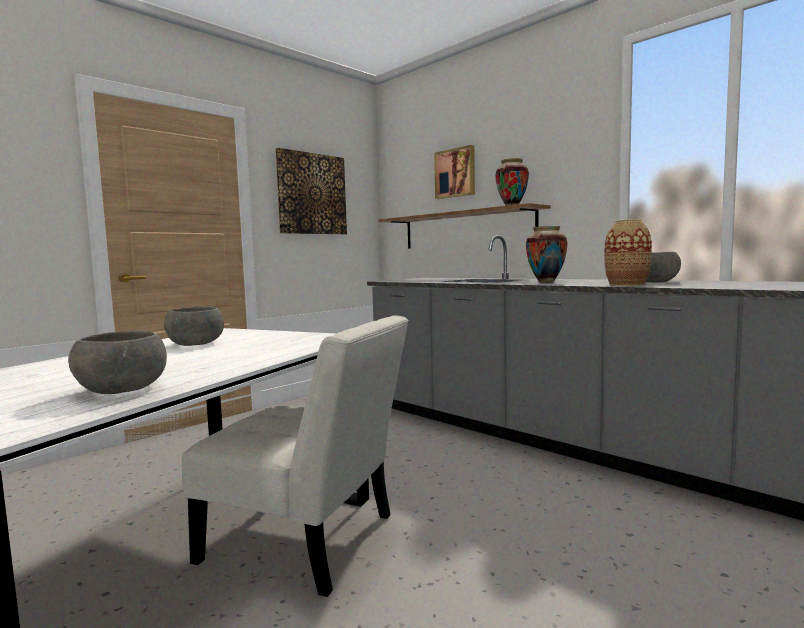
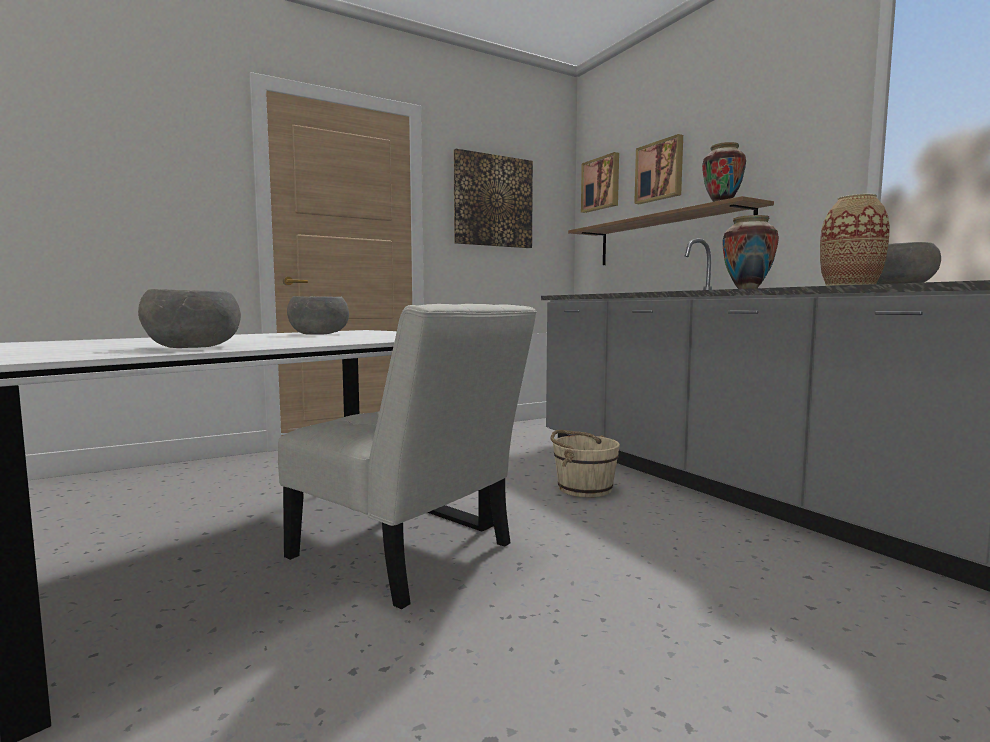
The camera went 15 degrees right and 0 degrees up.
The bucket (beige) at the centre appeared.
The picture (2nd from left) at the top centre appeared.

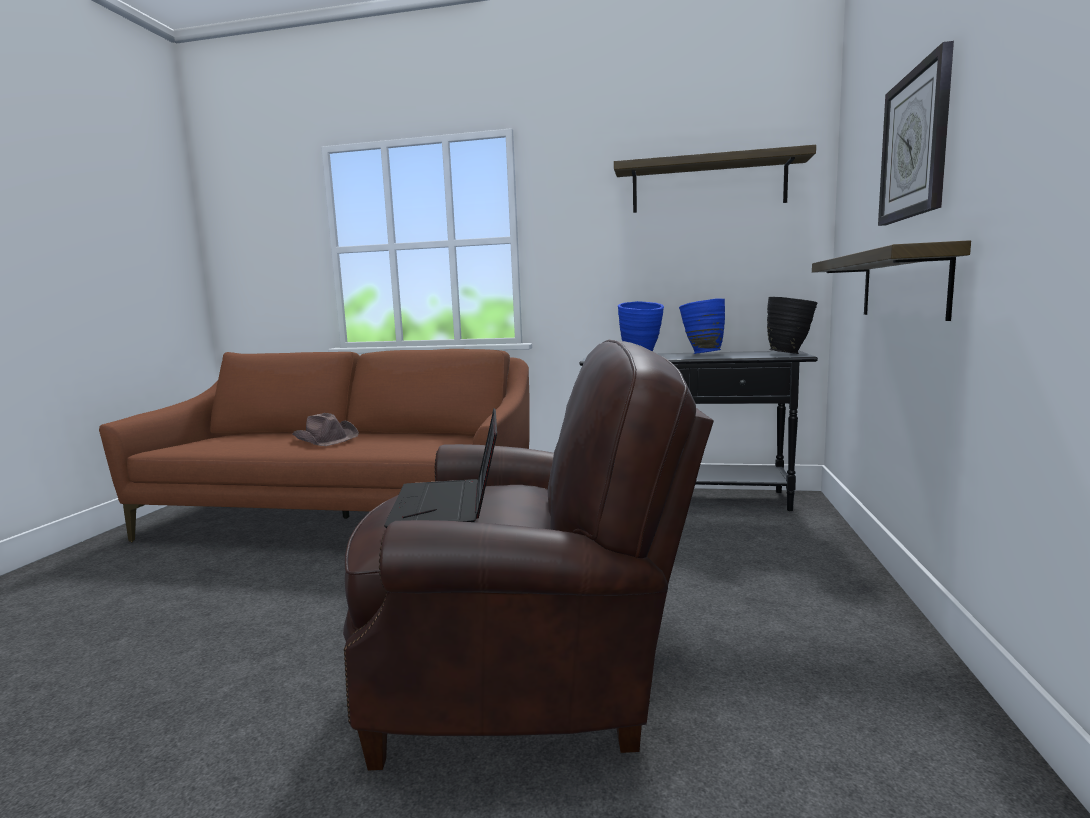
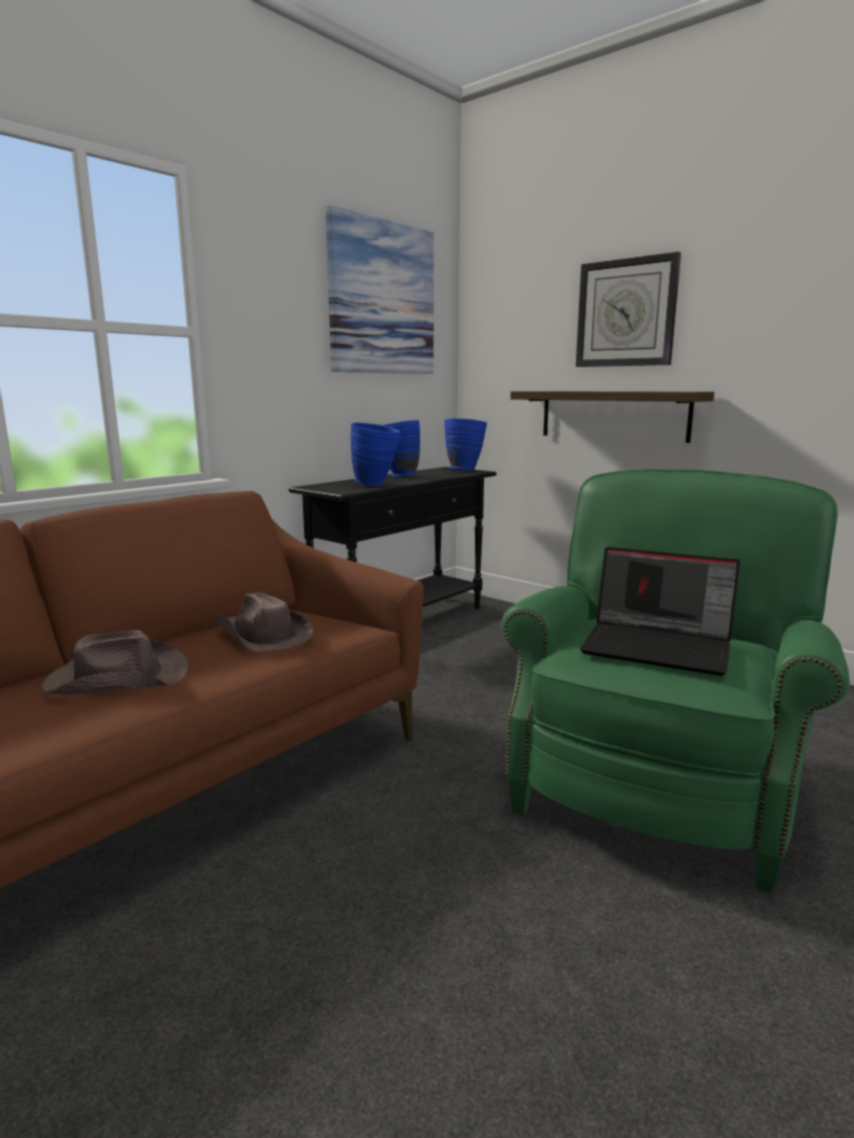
The camera went 60 degrees left and 5 degrees up.
The hat (brown) (2nd from left) at the middle left appeared.
The shelf (1st from left) at the top centre was replaced by the picture at the top centre.
The vase (black) at the middle right became the vase (blue) (3rd from left) at the centre.
The armchair (brown) at the bottom centre became the armchair (green) at the middle right.

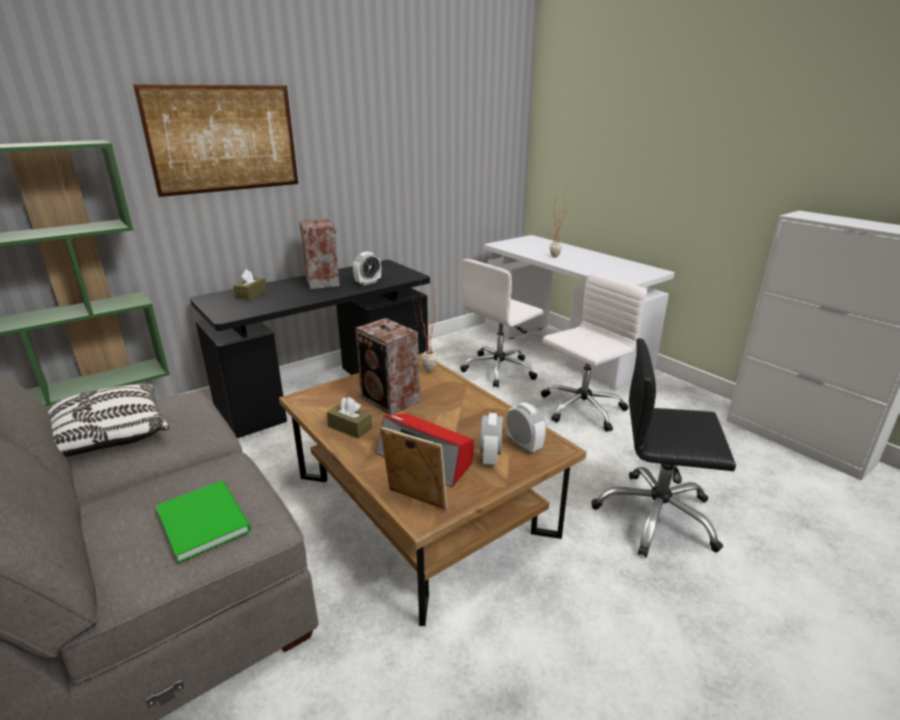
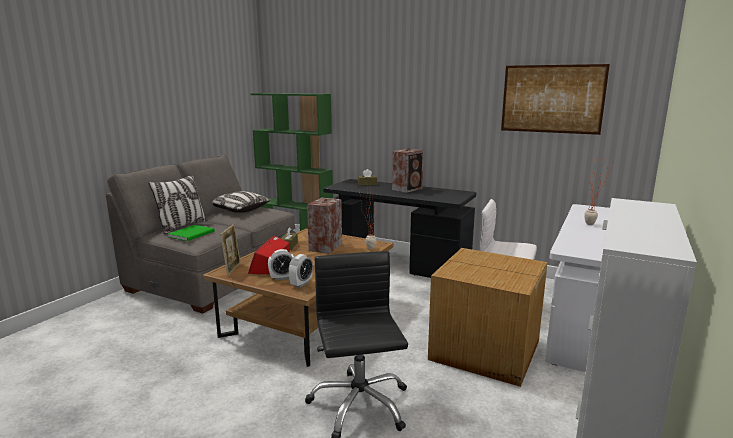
The camera went 65 degrees right and 10 degrees down.
The pillow (1st from left) at the middle left appeared.
The office chair (white) (2nd from left) at the centre was replaced by the cardboard box at the bottom centre.
The picture moved from the top left to the top right.
The alarm clock (1st from left) at the centre disappeared.

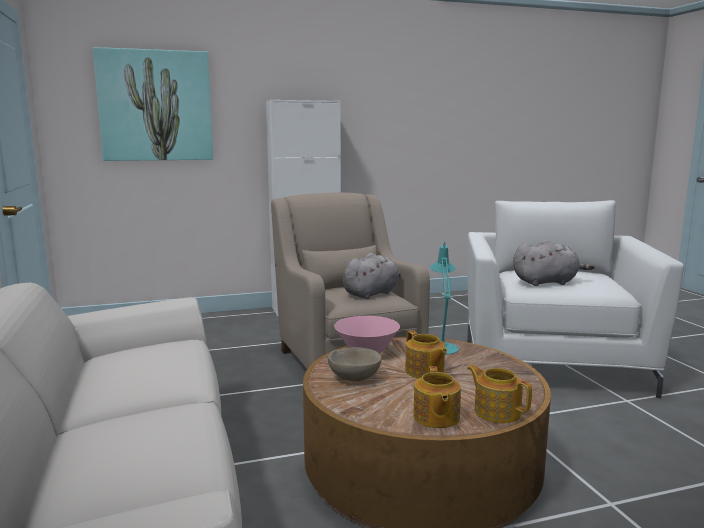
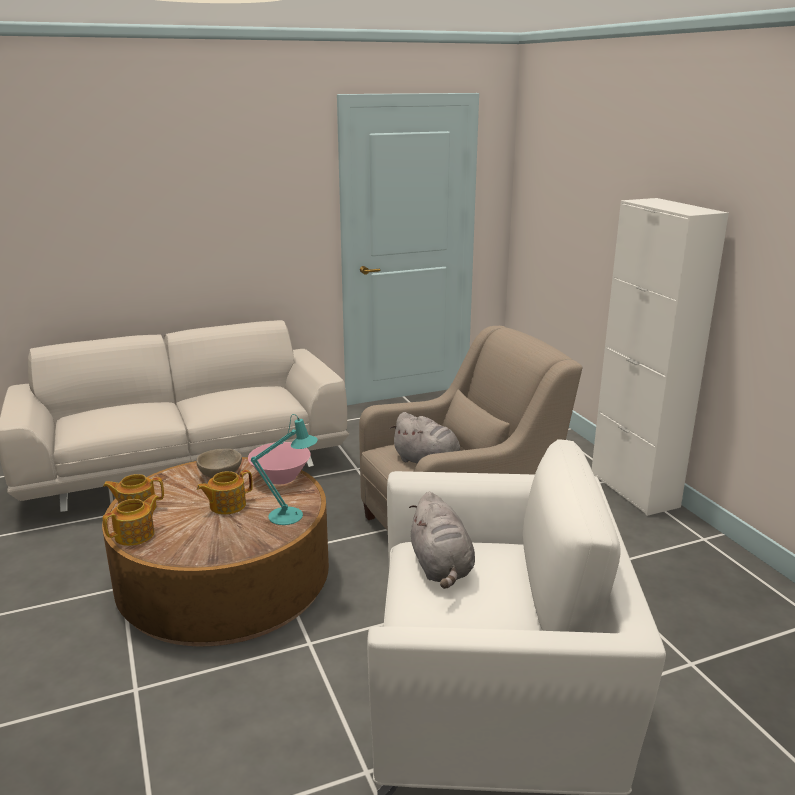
The camera went 85 degrees right and 10 degrees up.
The picture at the top left disappeared.

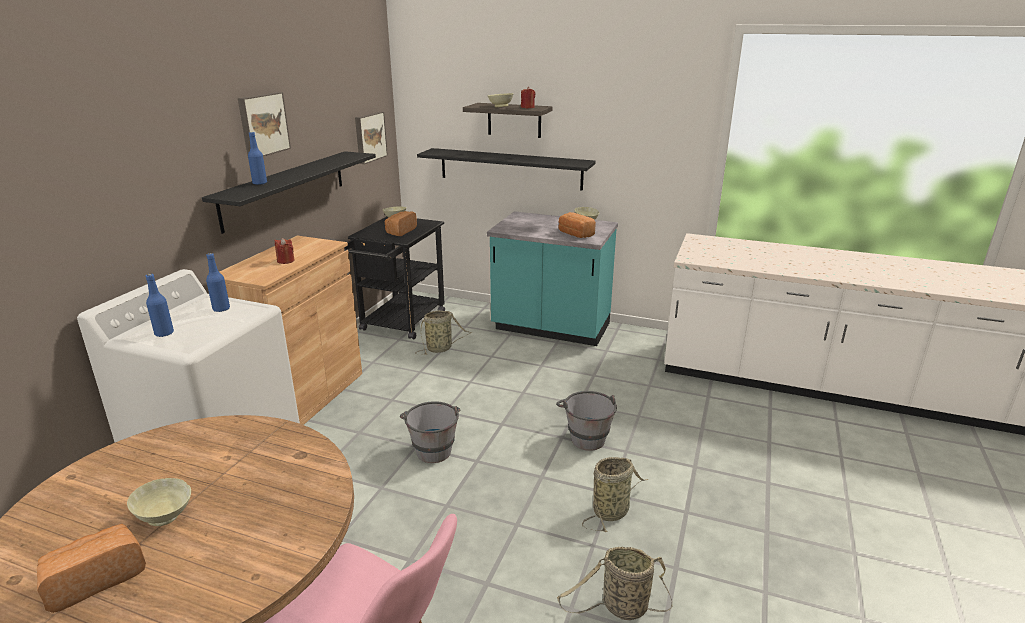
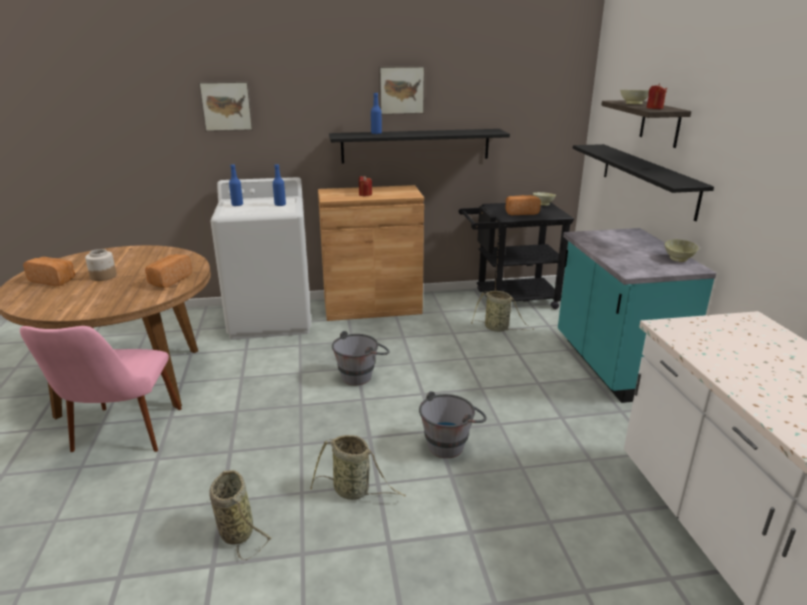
The camera went 60 degrees right and 0 degrees up.
The bowl (beige) (1st from left) at the bottom left was replaced by the jar at the middle left.
The bread (3rd from left in the first image) moved from the centre to the middle left.
The picture (2nd from left in the first image) moved from the top centre to the top left.

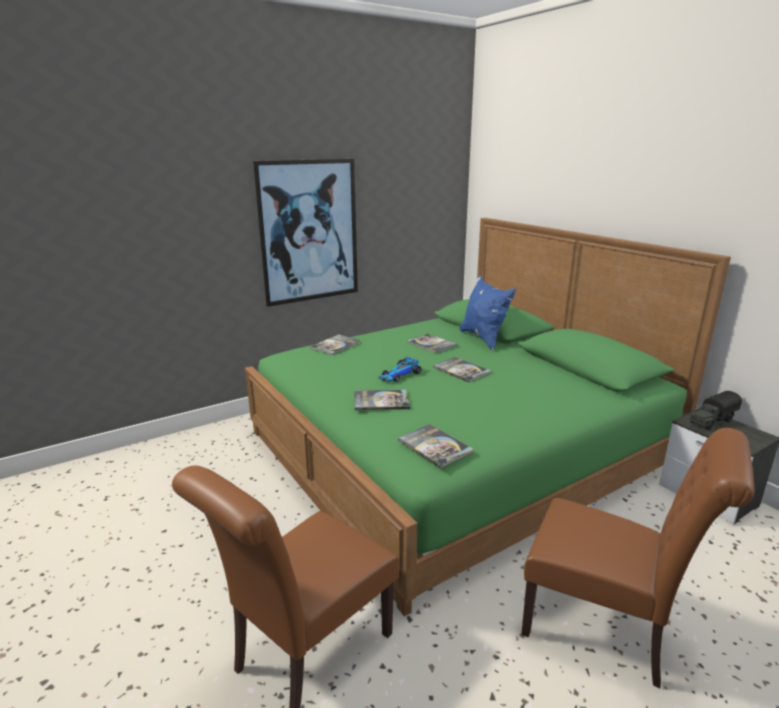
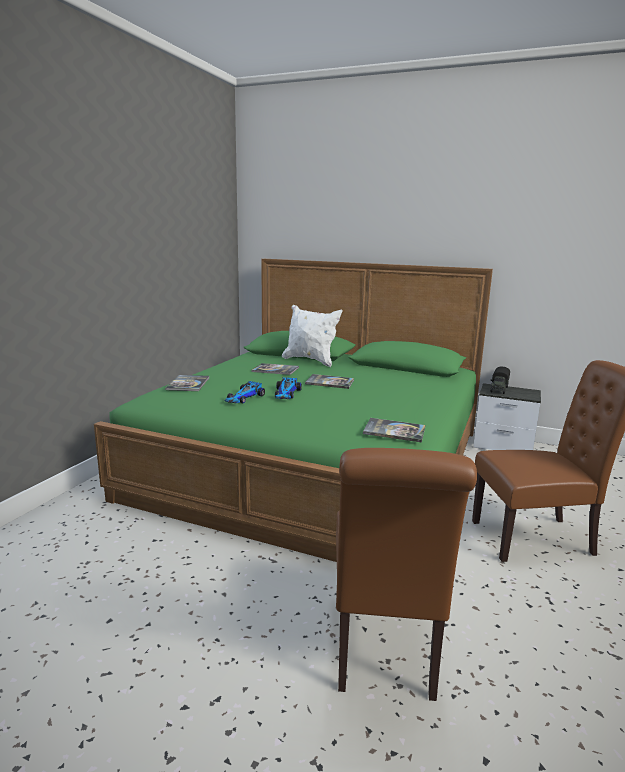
The camera went 35 degrees left and 5 degrees down.
The toy car (1st from left) at the centre appeared.
The pillow (blue) at the centre became the pillow (white) at the centre.
The picture at the top centre disappeared.
The book (2nd from left) at the centre disappeared.

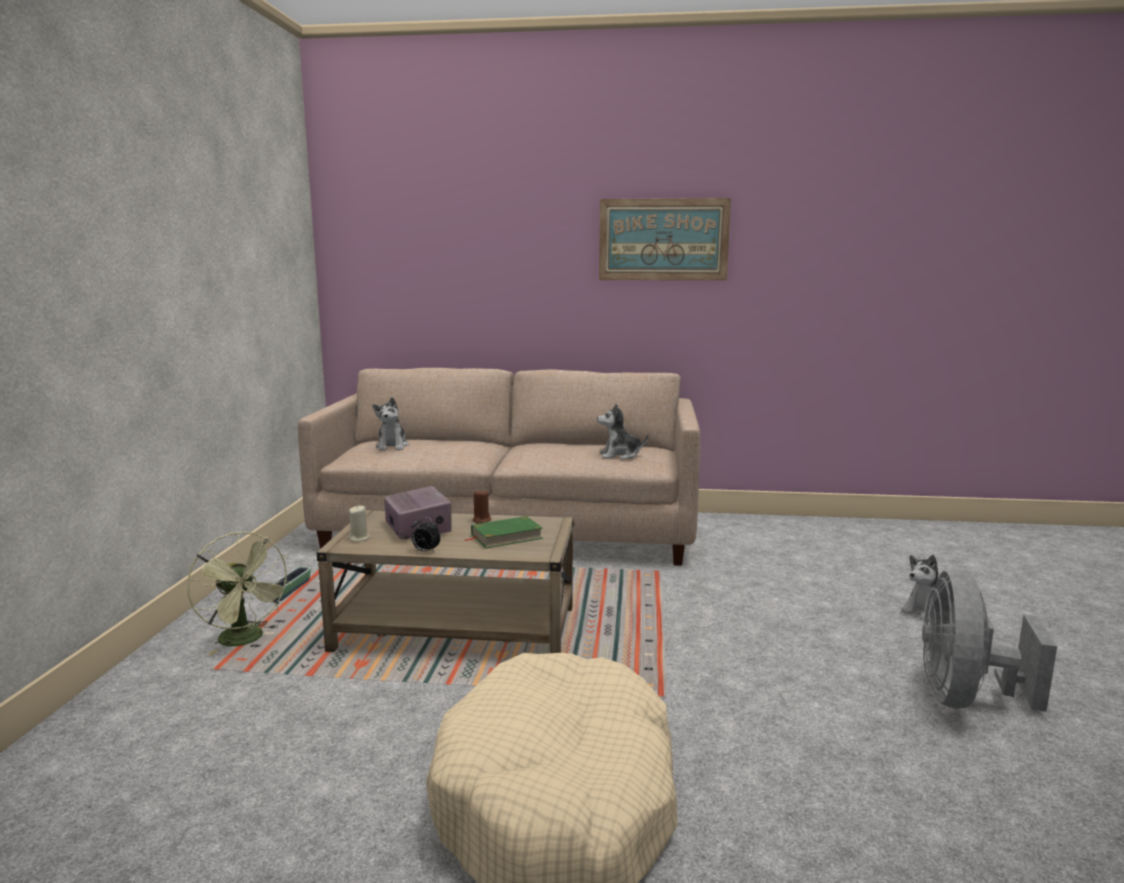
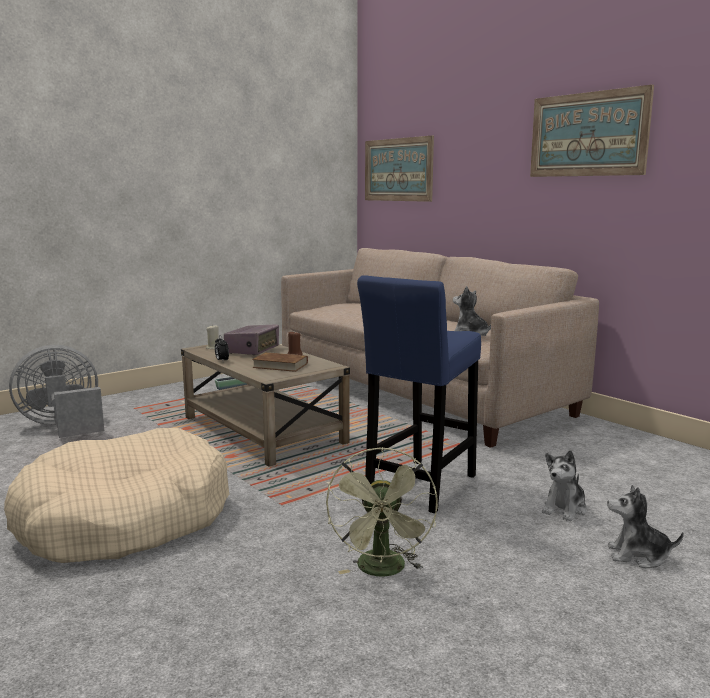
The camera went 45 degrees right and 0 degrees up.
The fan (grey) moved from the bottom right to the middle left.
The book (green) at the centre became the book (brown) at the centre.
The fan (green) moved from the bottom left to the bottom centre.
The stool (blue) at the centre appeared.
The picture (1st from left) at the top centre appeared.
The plush toy (1st from left in the first image) moved from the centre to the bottom right.

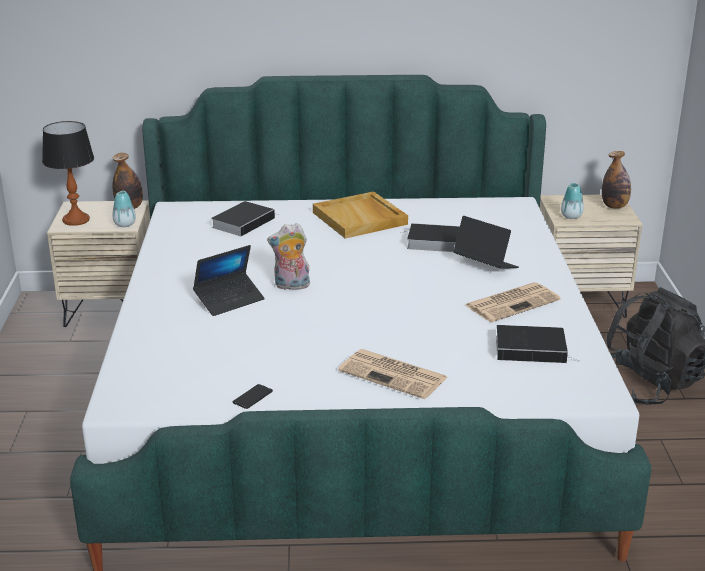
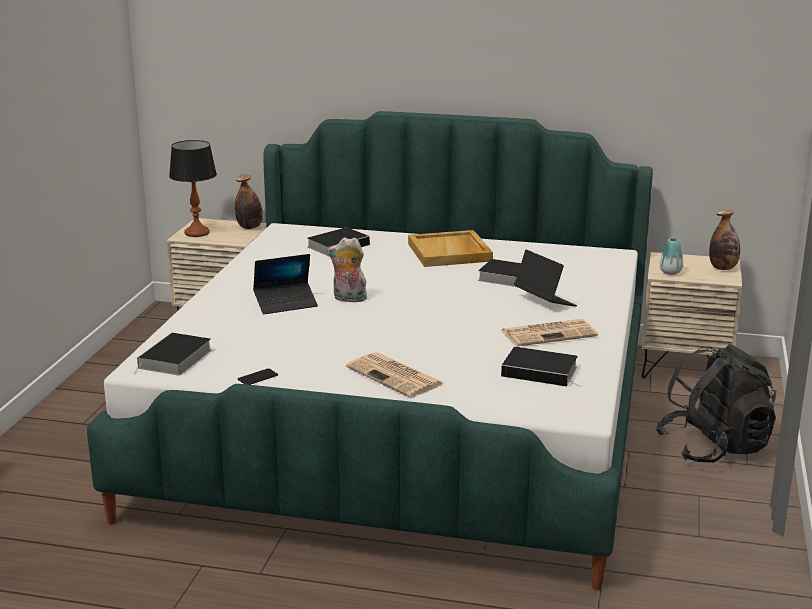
The camera went 15 degrees right and 5 degrees down.
The book (1st from left) at the middle left appeared.
The vase (1st from left) at the middle left disappeared.

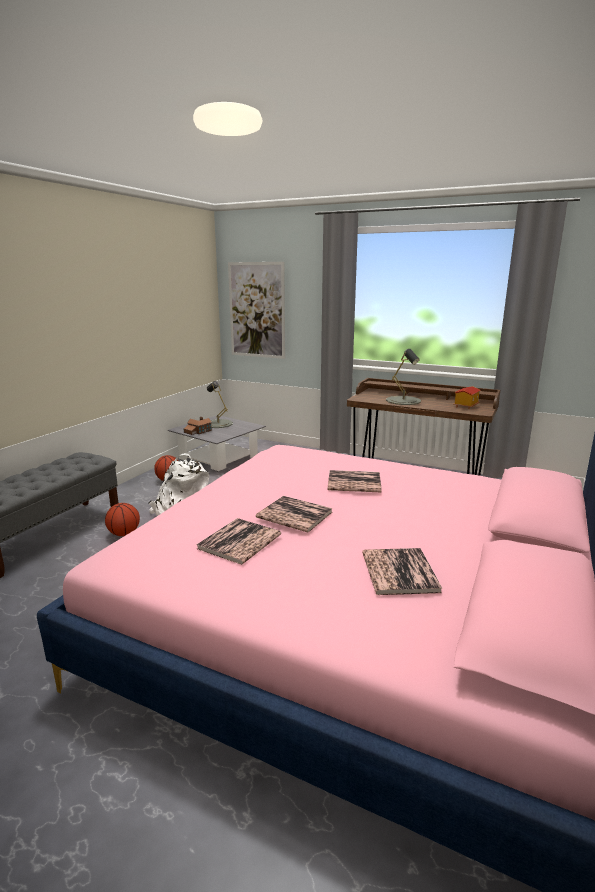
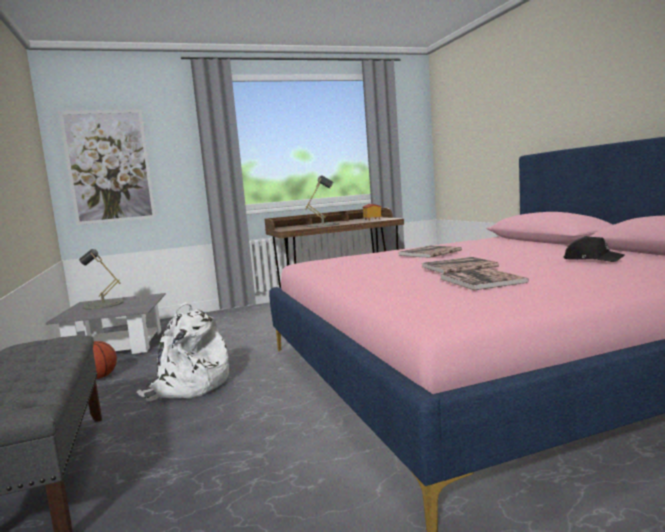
The camera went 45 degrees left and 10 degrees down.
The book (4th from left) at the middle right was replaced by the cap (black) at the middle right.
The basketball (1st from left) at the middle left disappeared.
The toy house (1st from left) at the middle left disappeared.

